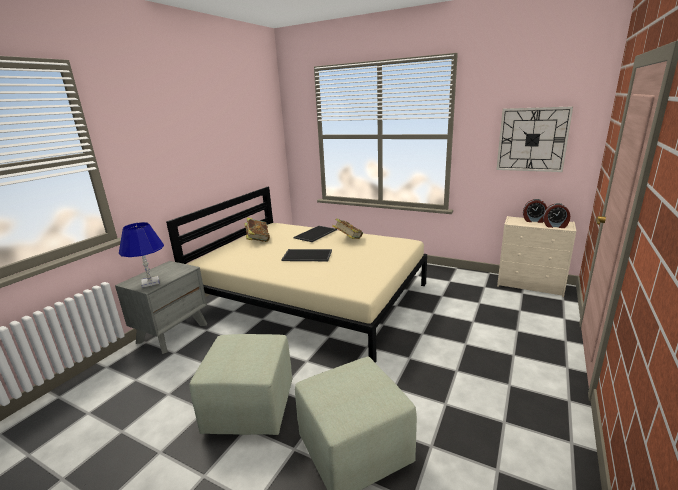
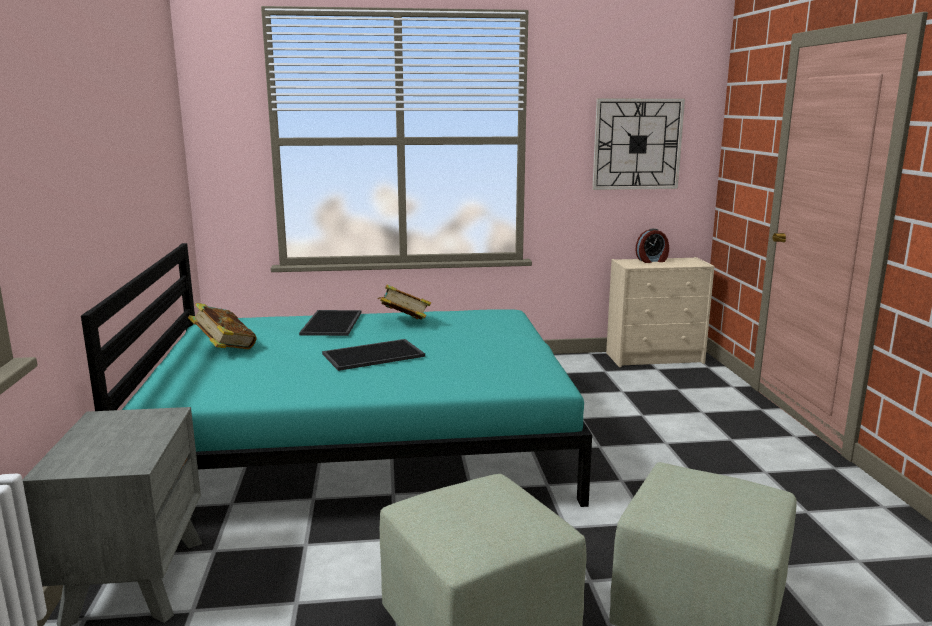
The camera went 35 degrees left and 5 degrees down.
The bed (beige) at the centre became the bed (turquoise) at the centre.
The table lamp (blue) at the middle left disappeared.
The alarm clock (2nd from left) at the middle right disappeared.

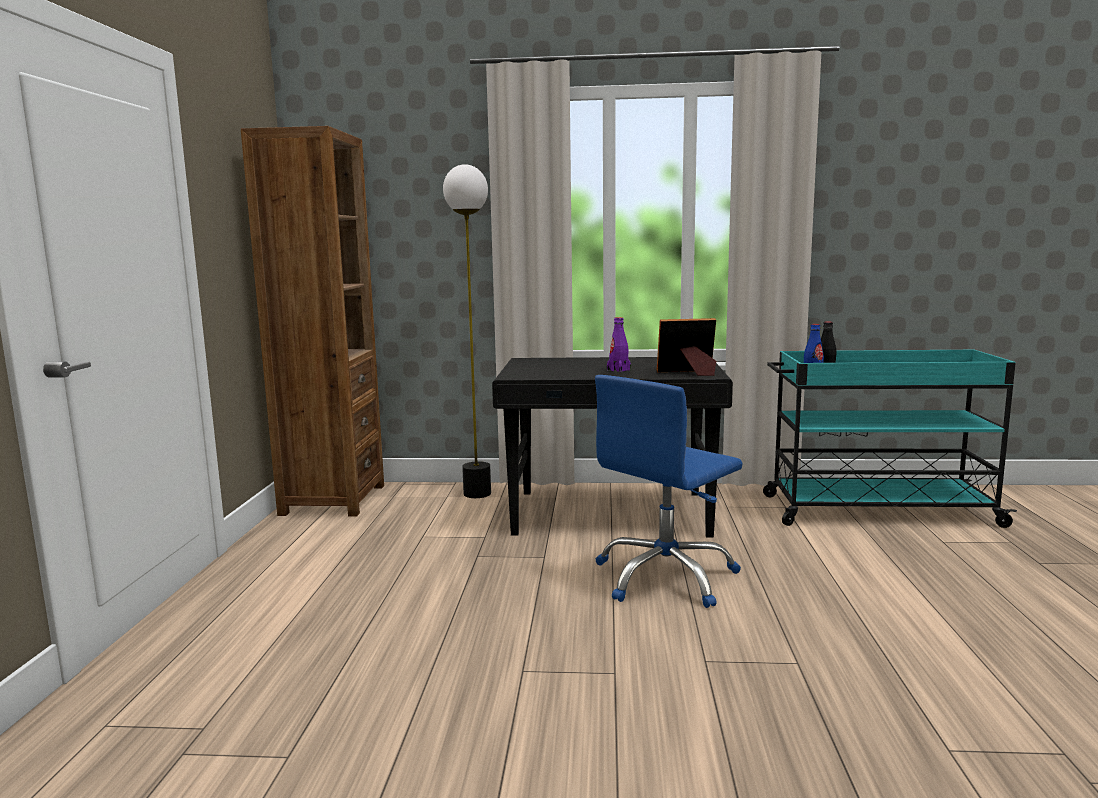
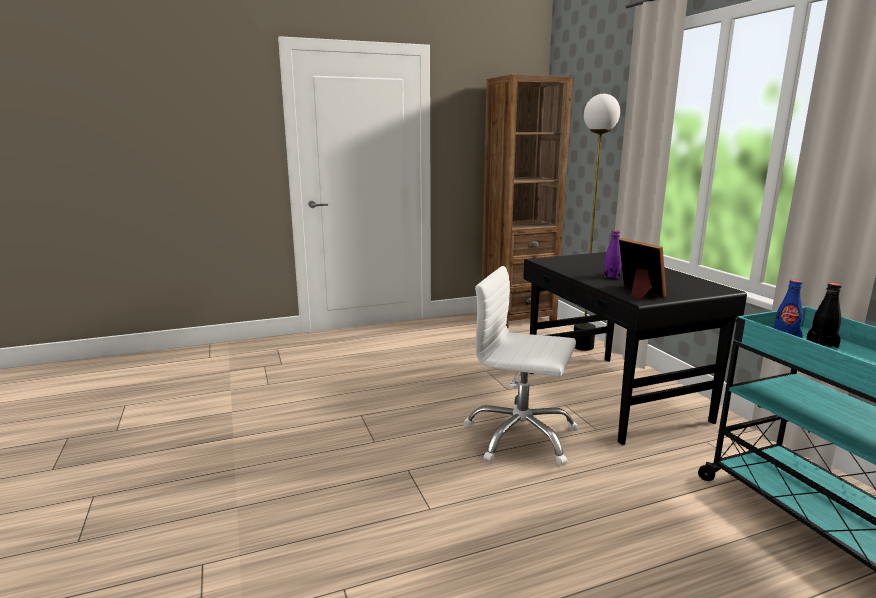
The camera went 65 degrees right and 5 degrees up.
The office chair (blue) at the centre became the office chair (white) at the centre.

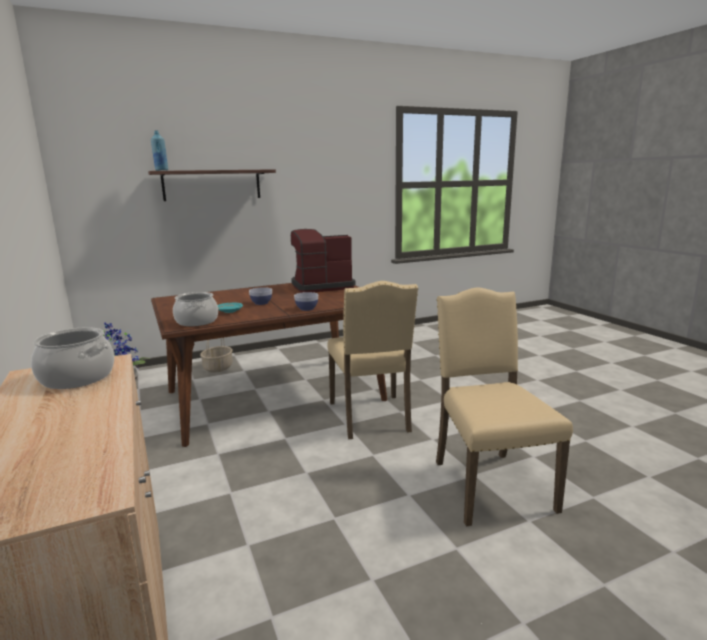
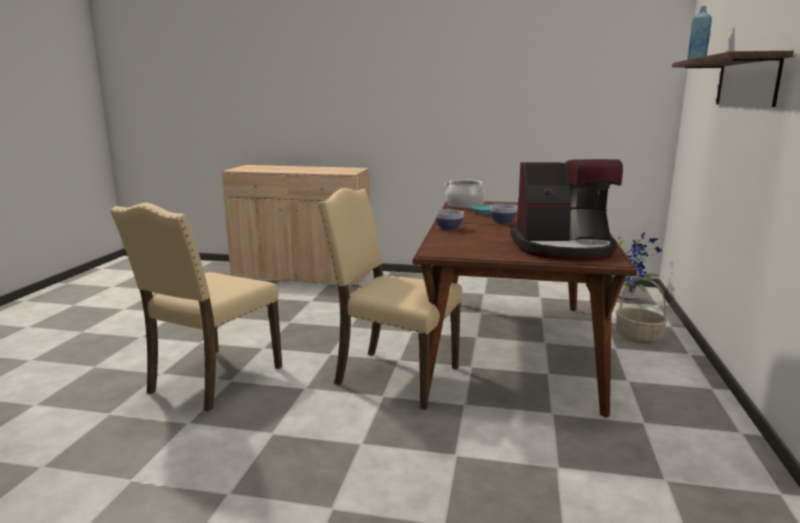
The camera went 125 degrees right and 0 degrees up.
The chair (beige) (2nd from left in the first image) at the middle right turned 90 degrees clockwise.
The coffee machine at the centre turned 75 degrees clockwise.
The cooking pot (1st from left) at the middle left disappeared.

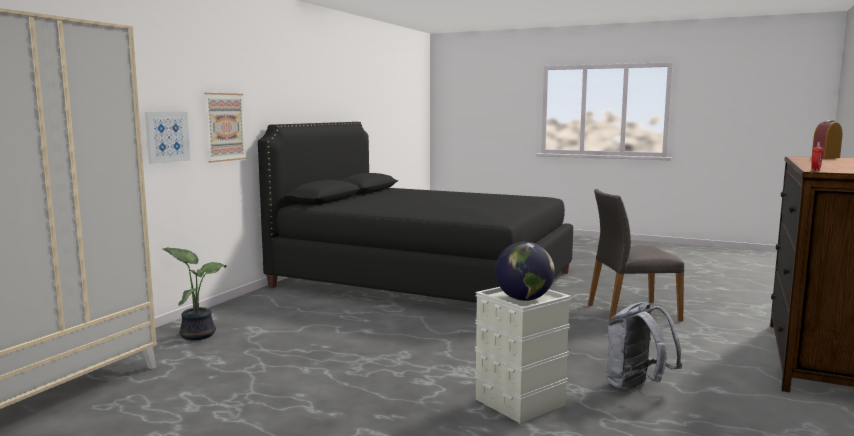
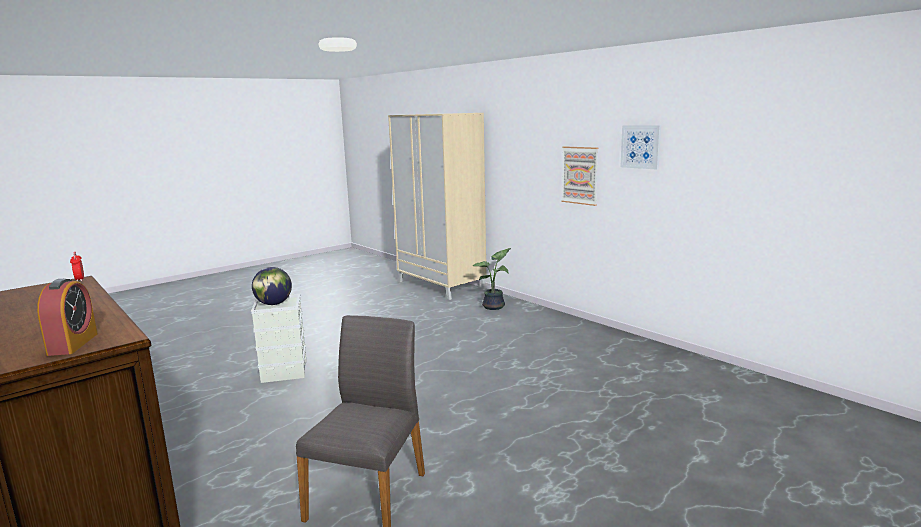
The camera went 115 degrees right and 5 degrees up.
The picture (1st from left in the first image) moved from the top left to the top right.
The bed (black) at the centre disappeared.
The backpack (grey) at the bottom right disappeared.

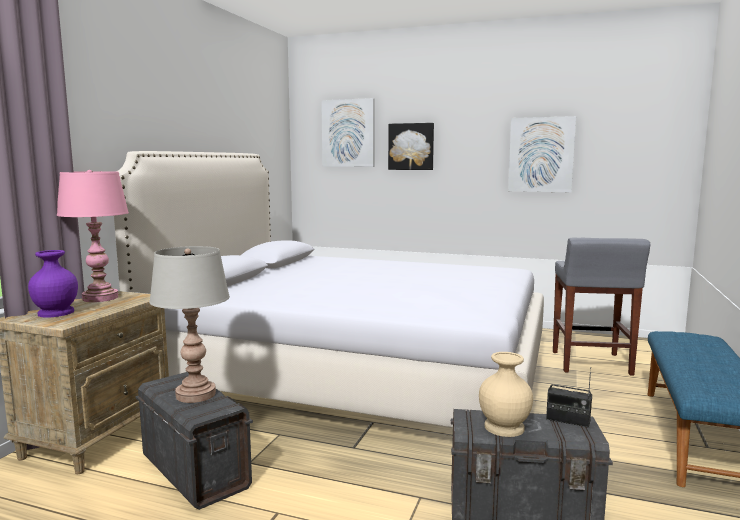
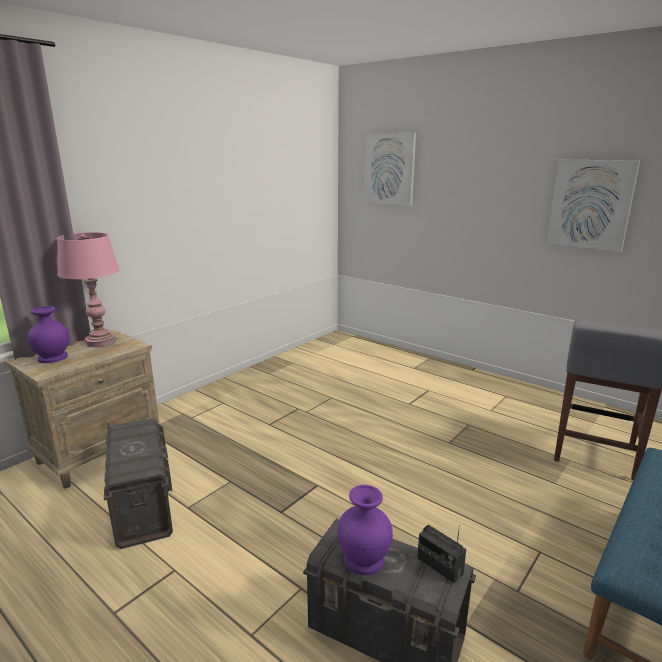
The camera went 20 degrees right and 10 degrees up.
The vase (beige) at the bottom right became the vase (purple) (2nd from left) at the bottom centre.
The bed (white) at the centre disappeared.
The table lamp (grey) at the middle left disappeared.
The picture (2nd from left) at the top centre disappeared.

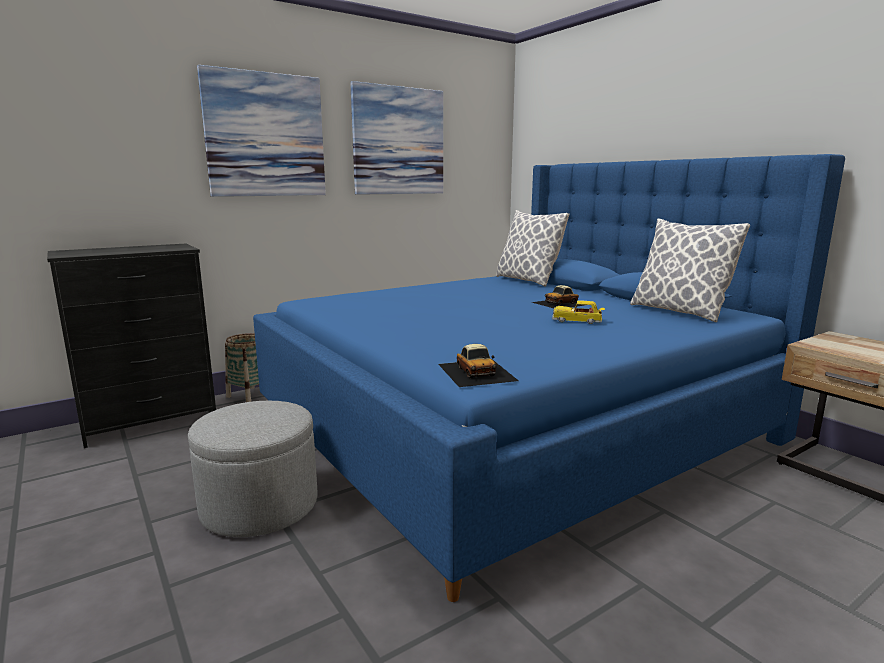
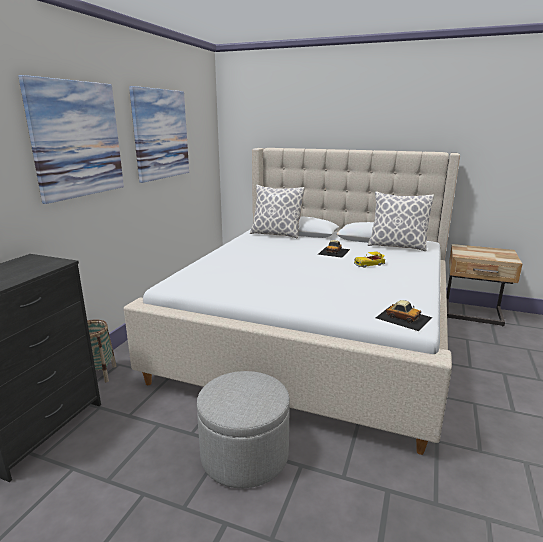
The camera went 35 degrees left and 5 degrees up.
The bed (blue) at the centre became the bed (beige) at the centre.

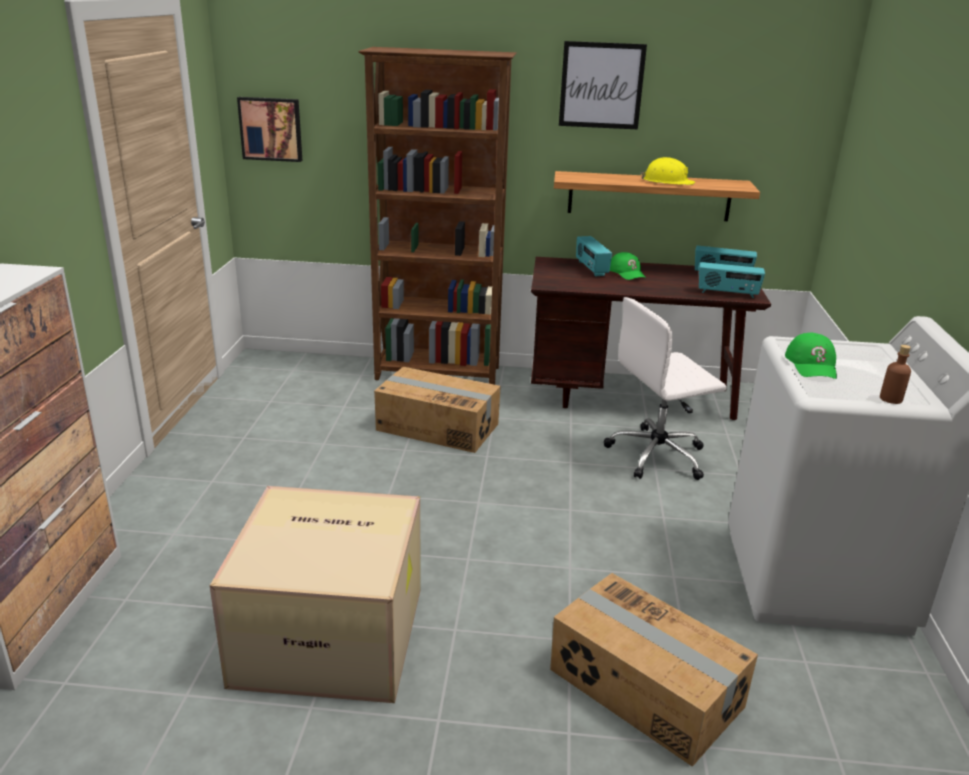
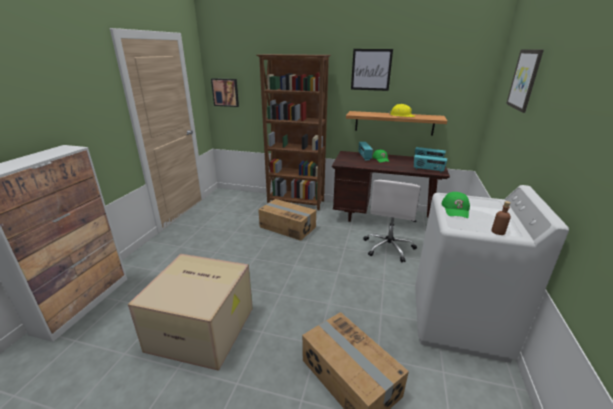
The camera went 10 degrees right and 0 degrees up.
The office chair (white) at the middle right turned 60 degrees counterclockwise.
The picture (3rd from left) at the top right appeared.

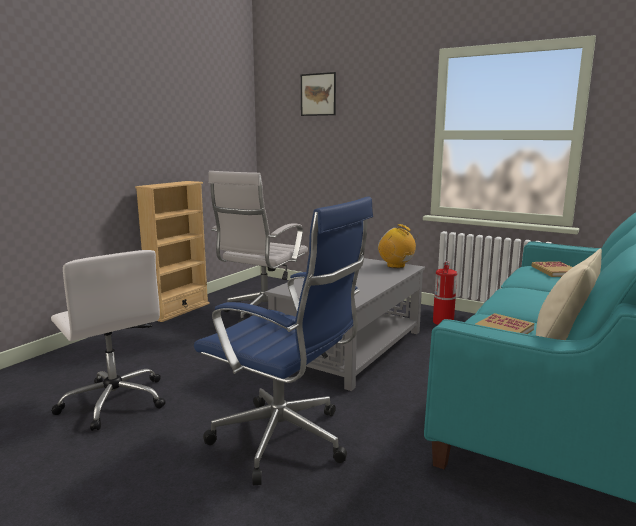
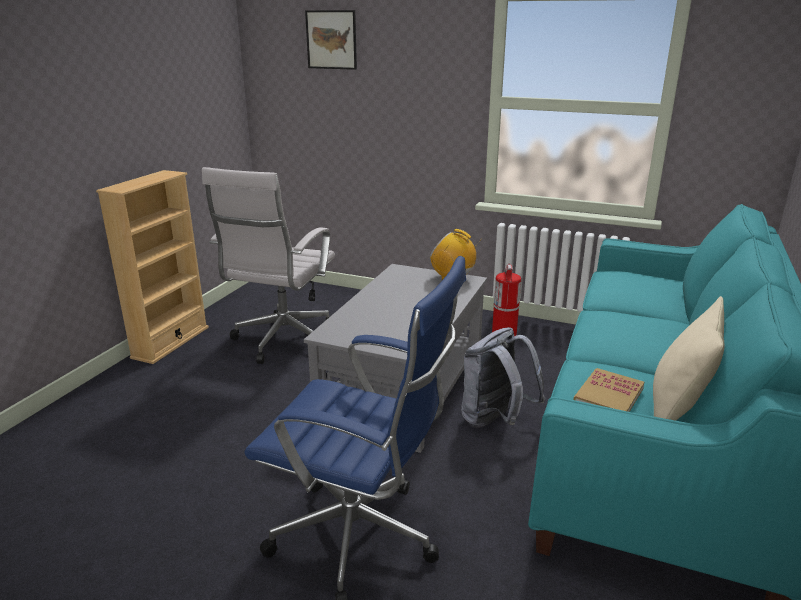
The camera went 10 degrees left and 10 degrees up.
The backpack (grey) at the centre appeared.
The office chair (white) (1st from left) at the middle left disappeared.
The book (2nd from left) at the middle right disappeared.

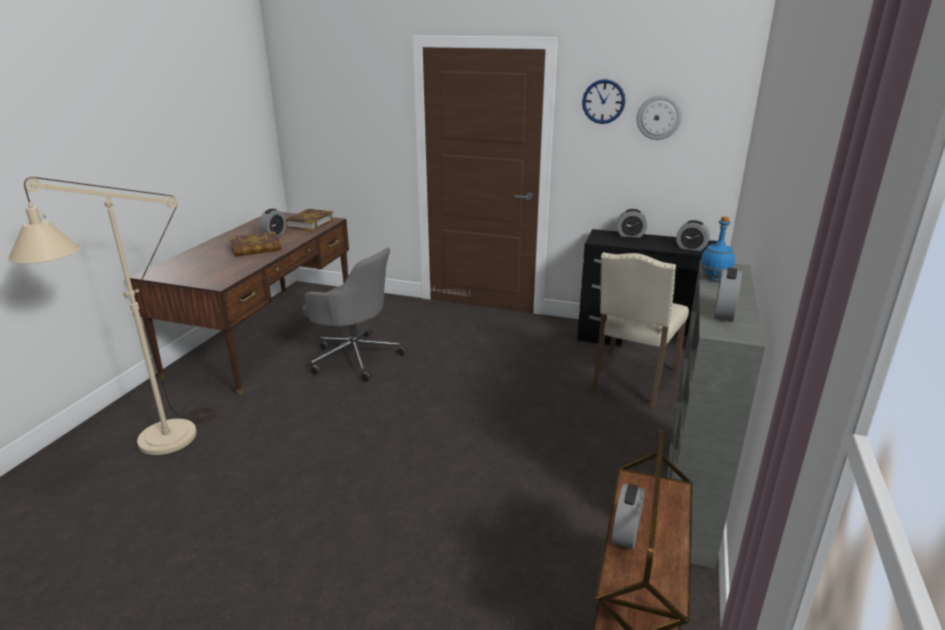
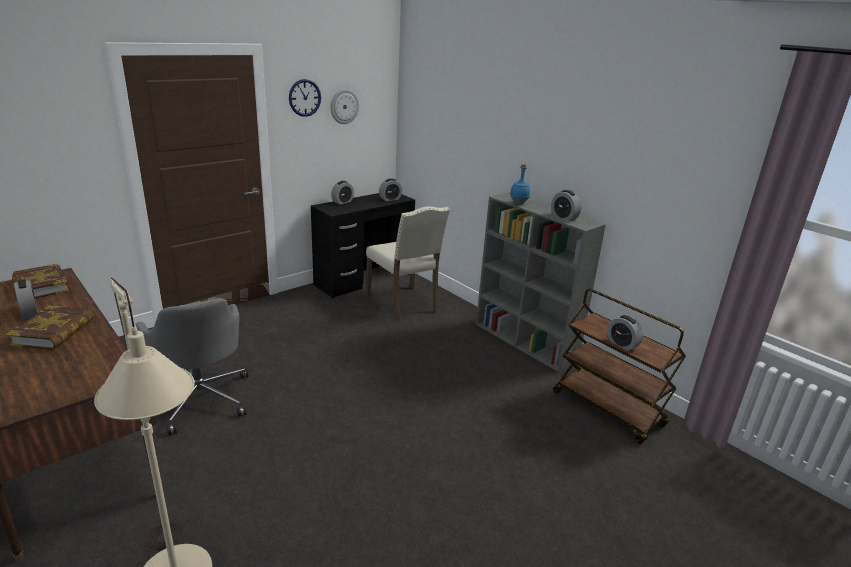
The camera went 60 degrees left and 0 degrees up.
The office chair (grey) at the centre turned 90 degrees clockwise.

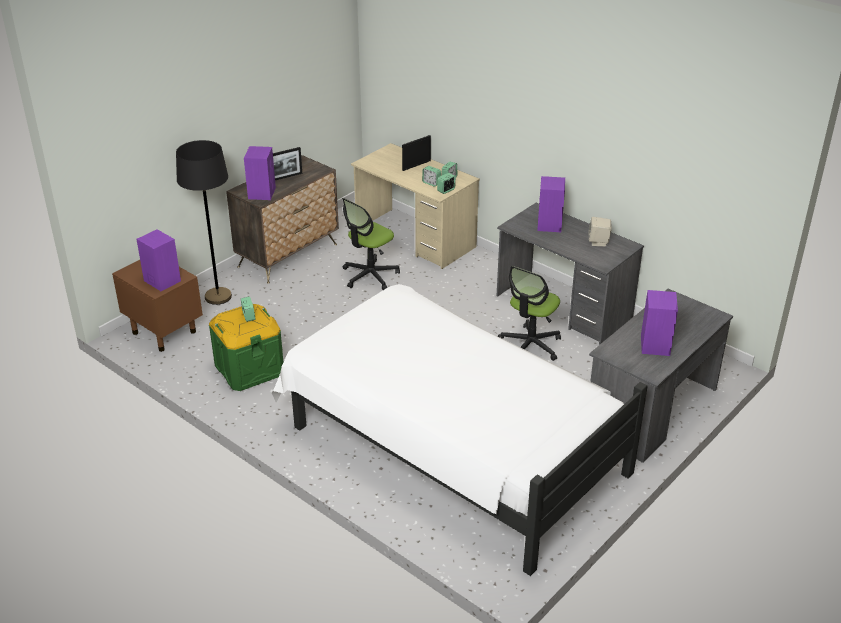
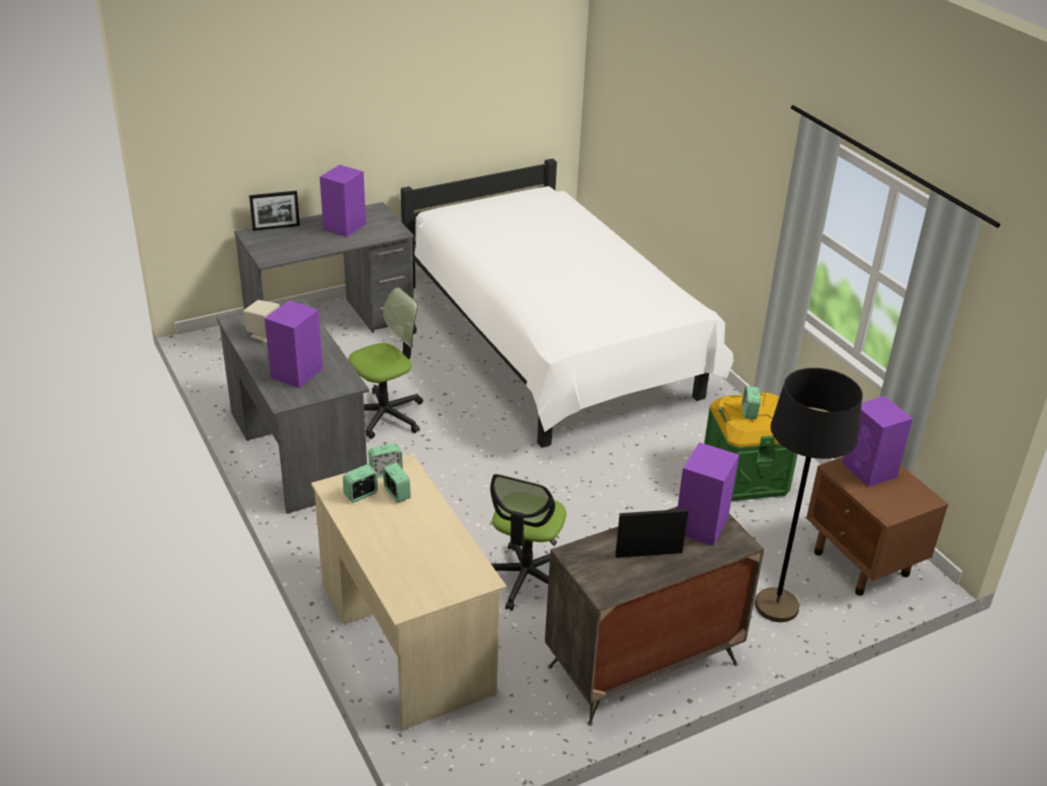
The camera went 160 degrees left and 0 degrees up.
The picture frame (2nd from left in the first image) moved from the top centre to the top left.
The office chair (1st from left in the first image) at the centre turned 135 degrees clockwise.

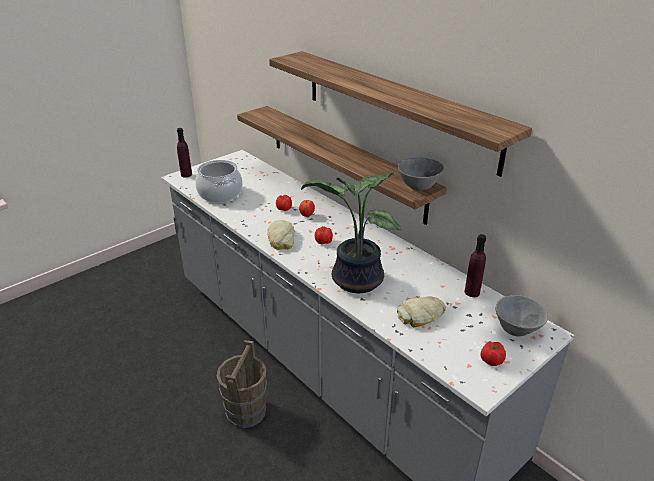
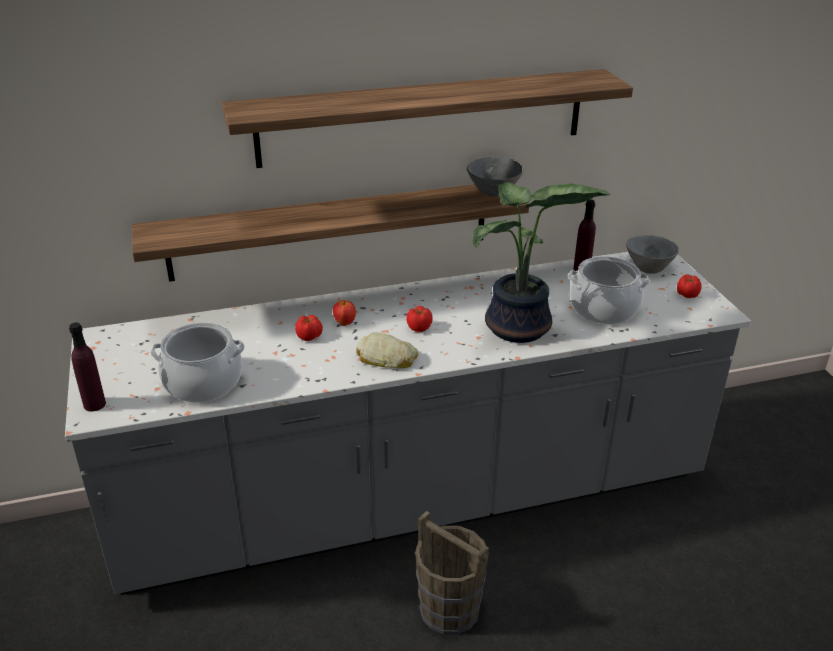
The camera went 65 degrees left and 0 degrees up.
The bread (2nd from left) at the centre was replaced by the cooking pot (2nd from left) at the middle right.

